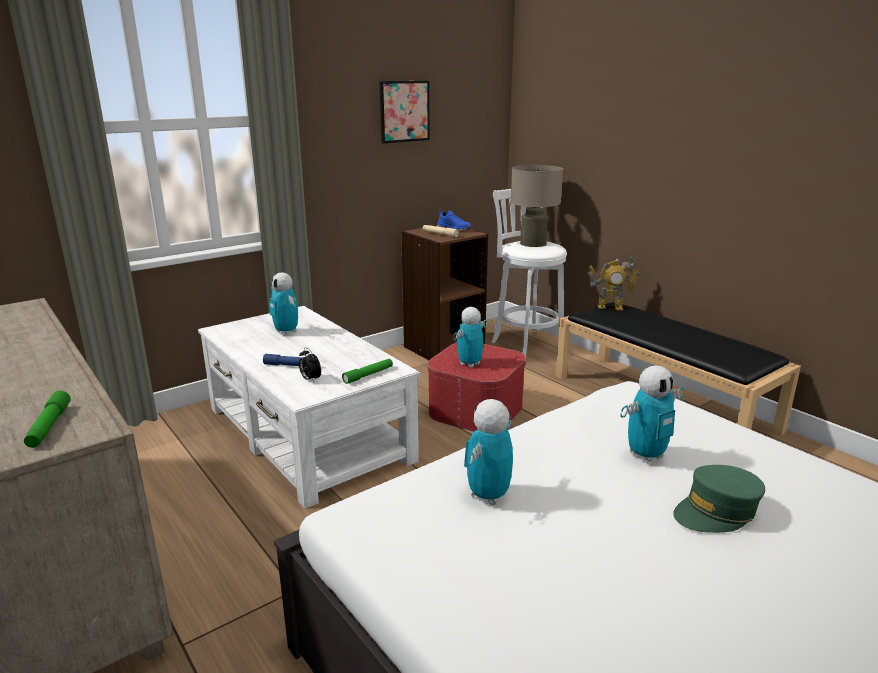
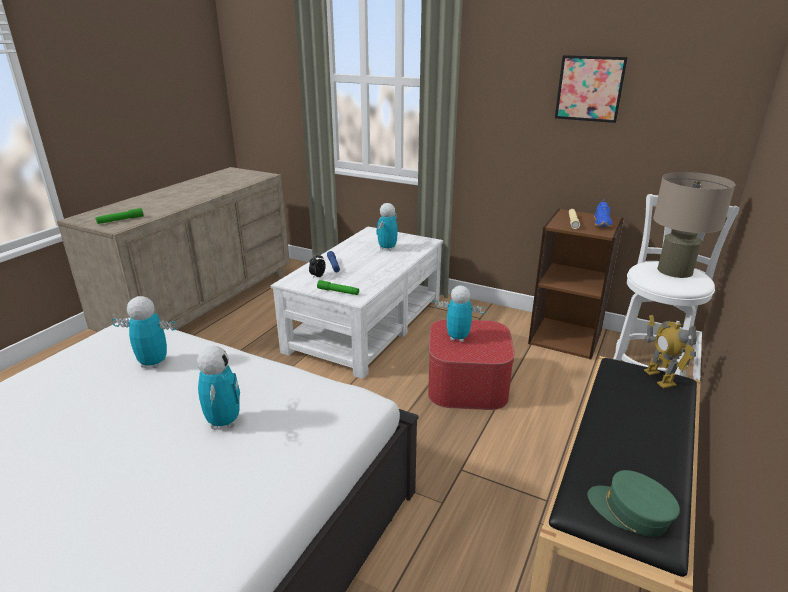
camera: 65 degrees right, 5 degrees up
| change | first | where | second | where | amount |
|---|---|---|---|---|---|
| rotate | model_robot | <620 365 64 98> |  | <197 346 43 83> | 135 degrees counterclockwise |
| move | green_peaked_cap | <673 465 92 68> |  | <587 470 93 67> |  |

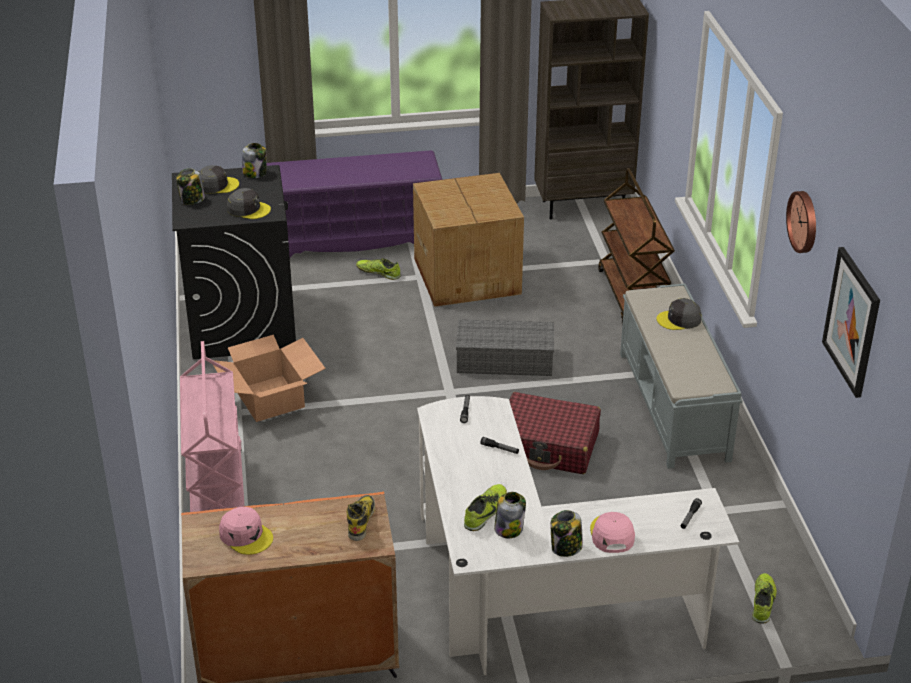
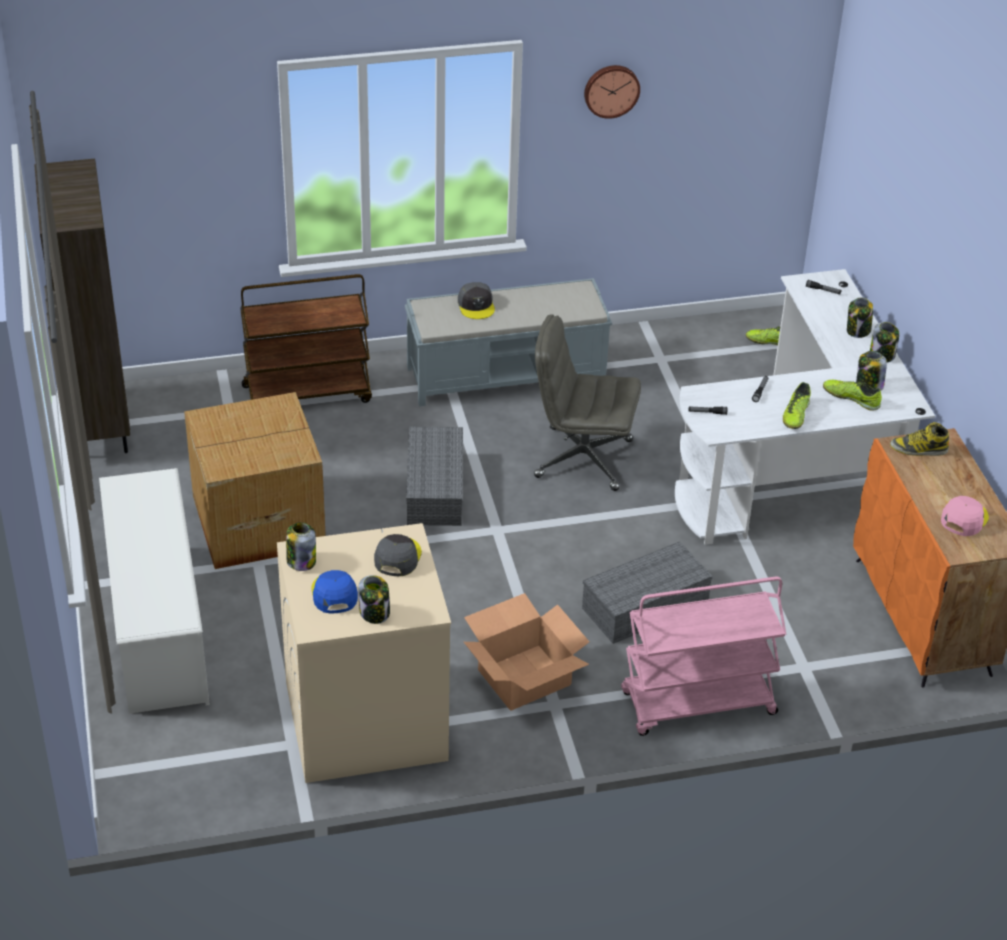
camera: 95 degrees left, 5 degrees up
| change | first | where | second | where | amount |
|---|---|---|---|---|---|
| recolor | purple-coloured_shoe_rack | <266 150 176 108> | whitish_shoe_rack | <99 468 111 246> |  |
| recolor | black_laundry_machine | <172 165 124 194> | sand-coloured_laundry_machine | <277 523 174 260> |  |
| recolor | greyish_peaked_cap | <199 165 40 29> | blue-coloured_peaked_cap | <311 570 47 43> |  |
| replace | red_travel_case | <509 392 92 82> | greyish_computer_chair | <534 314 107 177> |  |
| insert |  |  | greyish_storage_container | <582 541 131 103> |  |
| move | shoe | <356 258 45 22> |  | <783 382 28 47> |  |
| replace | pink-coloured_peaked_cap | <590 512 45 41> | storage_jar | <847 297 26 41> |  |
| delete | wall_art | <822 247 58 151> |  |  |  |

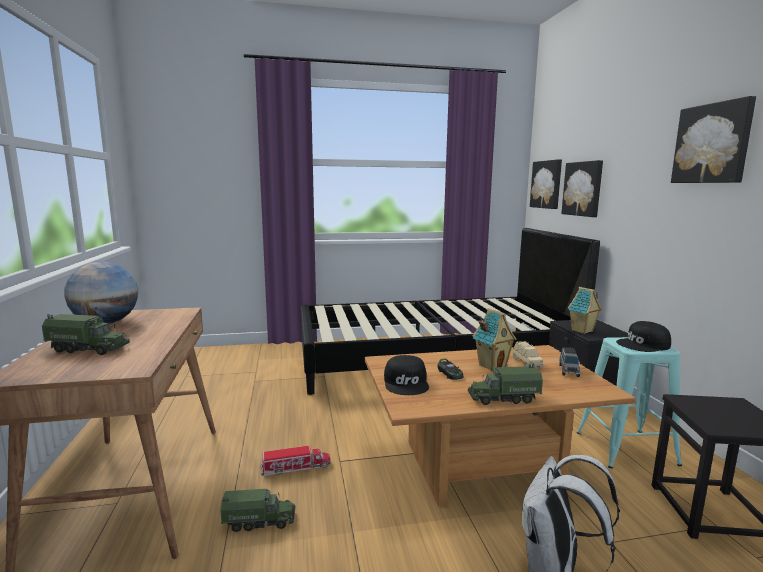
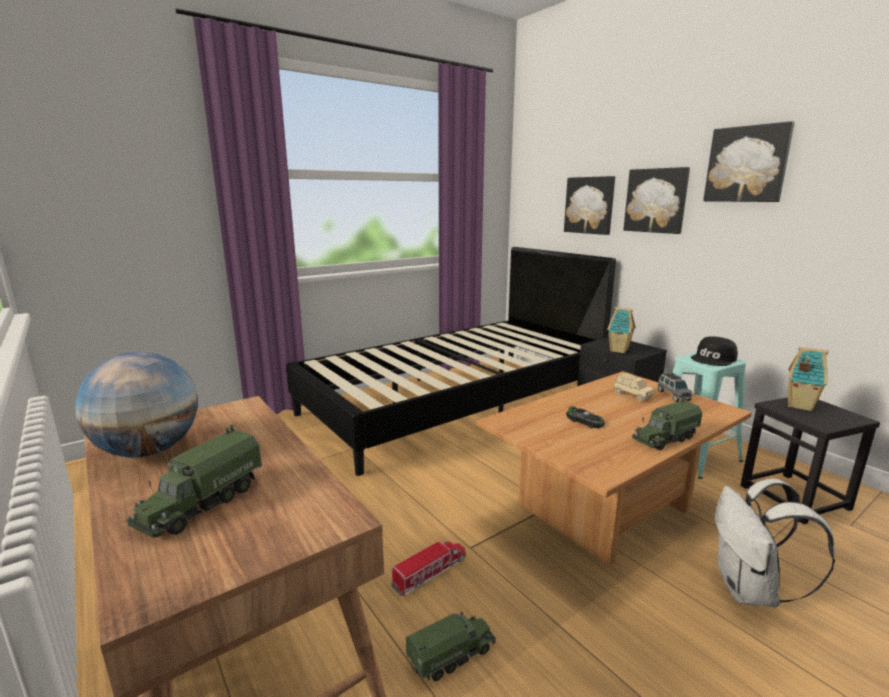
camera: 25 degrees left, 5 degrees up
| change | first | where | second | where | amount |
|---|---|---|---|---|---|
| rotate | model_truck | <42 314 88 41> |  | <127 424 136 114> | 135 degrees clockwise |
| move | wall_art | <530 159 32 50> |  | <623 167 67 67> |  |
| move | toy_house | <472 308 45 63> |  | <788 347 41 64> |  |
| delete | black_peaked_cap | <384 355 45 40> |  |  |  |

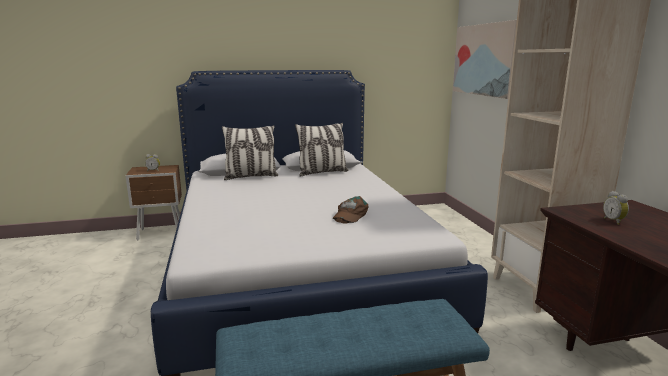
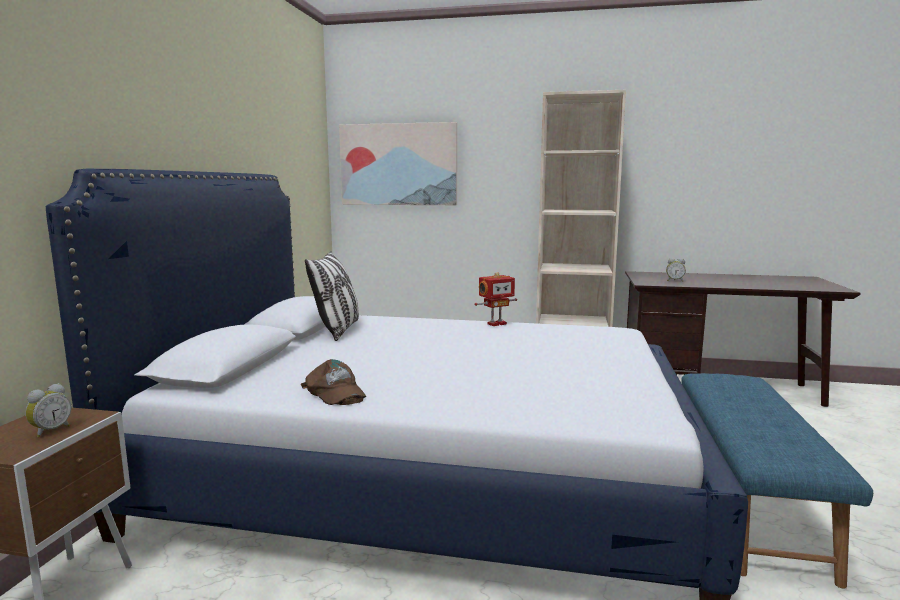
camera: 65 degrees left, 5 degrees down
| change | first | where | second | where | amount |
|---|---|---|---|---|---|
| move | brown-coloured_peaked_cap | <333 196 36 28> |  | <301 359 65 46> |  |
| insert |  |  | model_robot | <474 272 43 54> |  |
| delete | pillow | <222 125 56 55> |  |  |  |

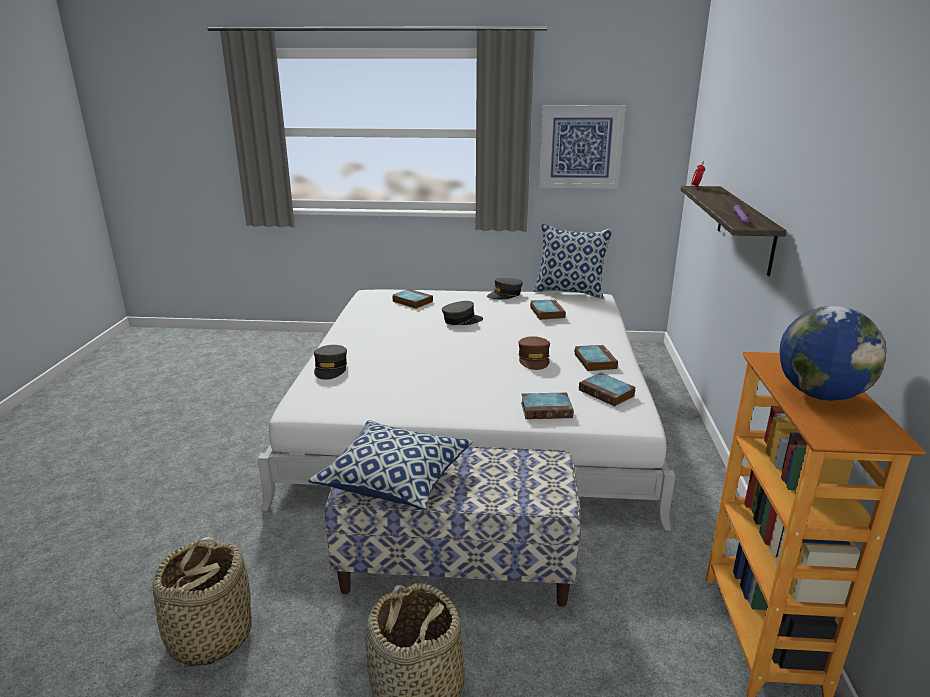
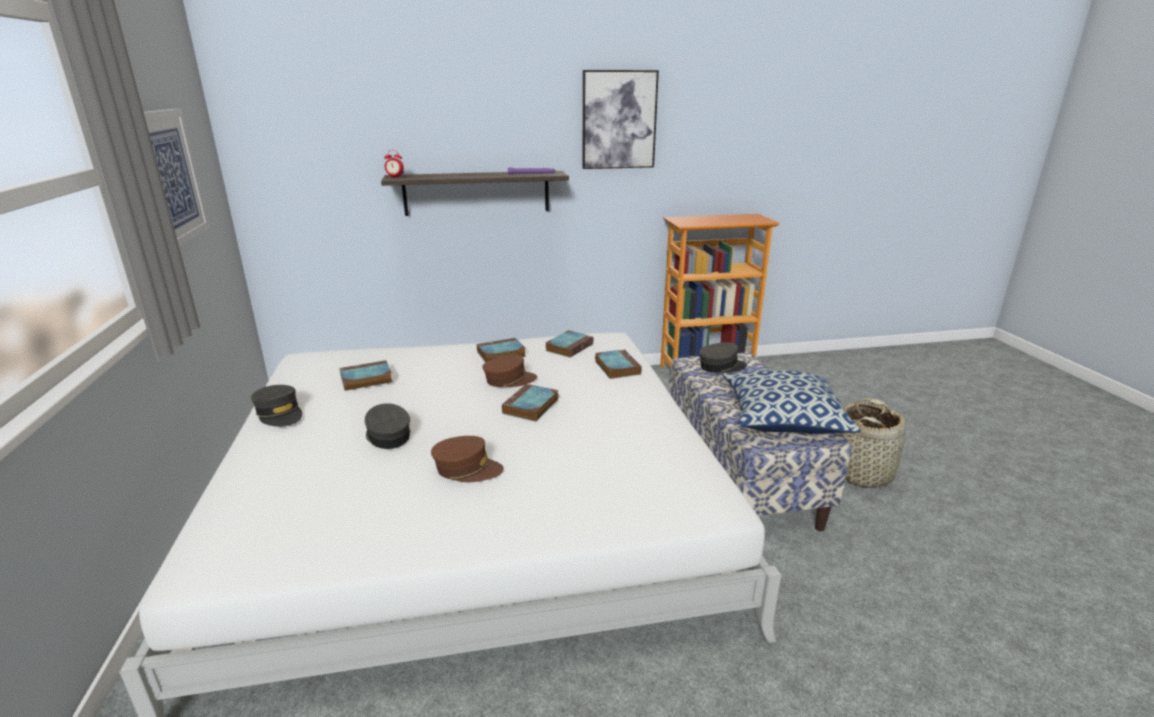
camera: 105 degrees left, 0 degrees up
| change | first | where | second | where | amount |
|---|---|---|---|---|---|
| insert |  |  | brown-coloured_peaked_cap | <431 436 73 46> |  |
| move | bound_book | <392 289 41 20> |  | <502 384 56 38> |  |
| insert |  |  | wall_art | <582 70 77 99> |  |
| move | greyish_peaked_cap | <314 345 33 35> |  | <699 342 48 31> |  |
| delete | storage_basket | <153 537 99 132> |  |  |  |
| delete | pillow | <534 223 79 76> |  |  |  |
| delete | desk_globe | <779 306 108 95> |  |  |  |

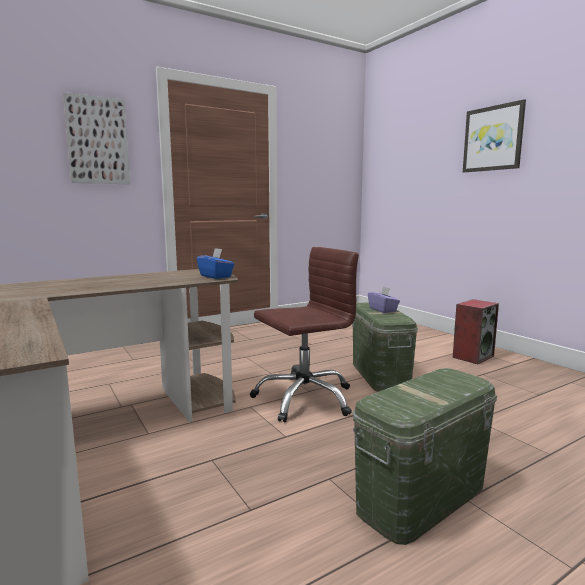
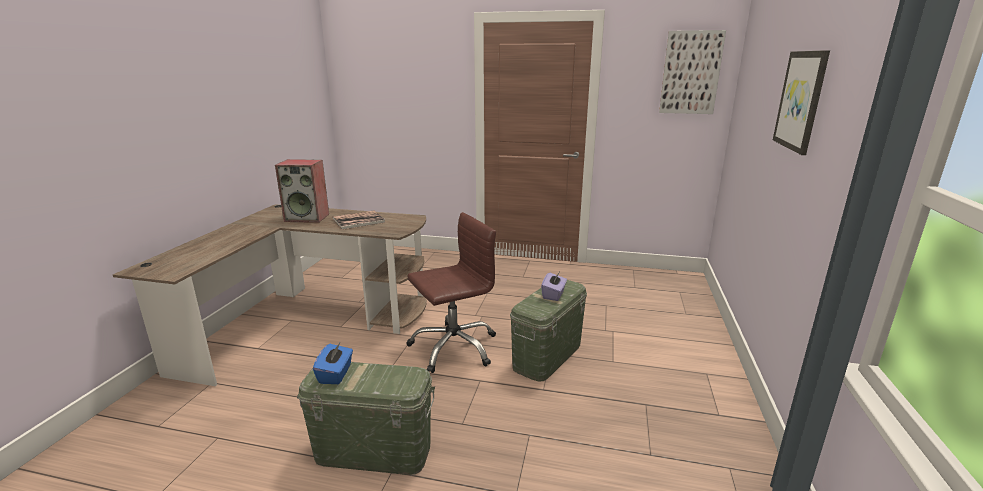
camera: 45 degrees right, 10 degrees up
| change | first | where | second | where | amount |
|---|---|---|---|---|---|
| move | audio_speaker | <453 299 46 65> |  | <275 159 54 64> |  |
| move | blue-coloured_tissue_holder | <197 248 37 31> |  | <313 343 40 41> |  |
| insert |  |  | bound_book | <333 211 53 19> |  |
| rotate | brown-coloured_computer_chair | <250 247 109 175> |  | <406 212 90 161> | 45 degrees counterclockwise |
| move | wall_art | <63 92 67 92> |  | <659 30 67 84> |  |

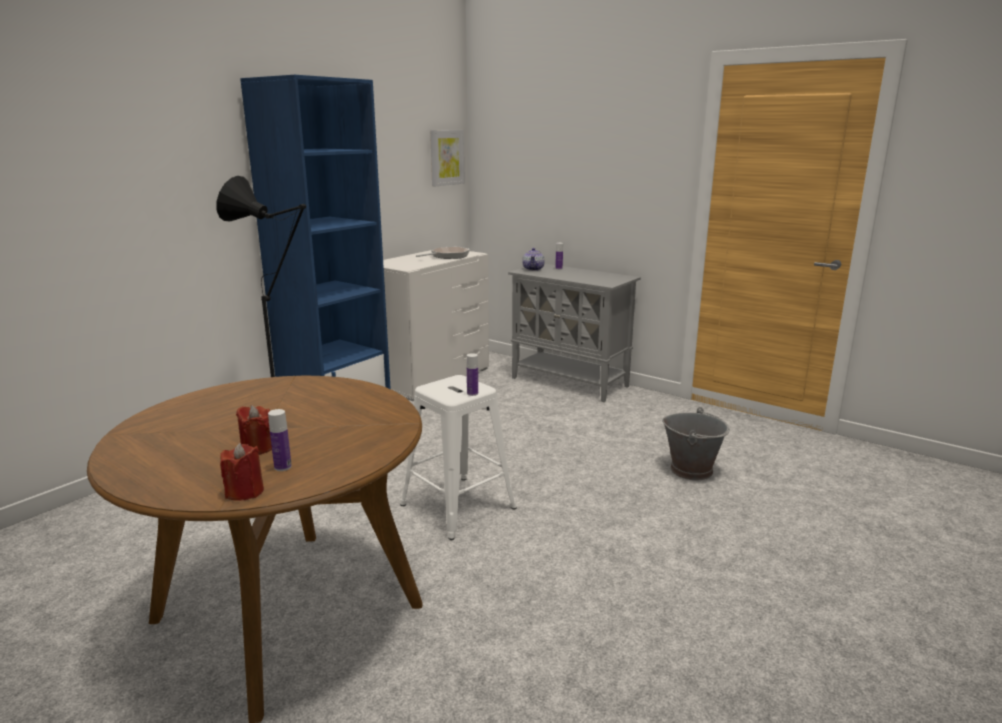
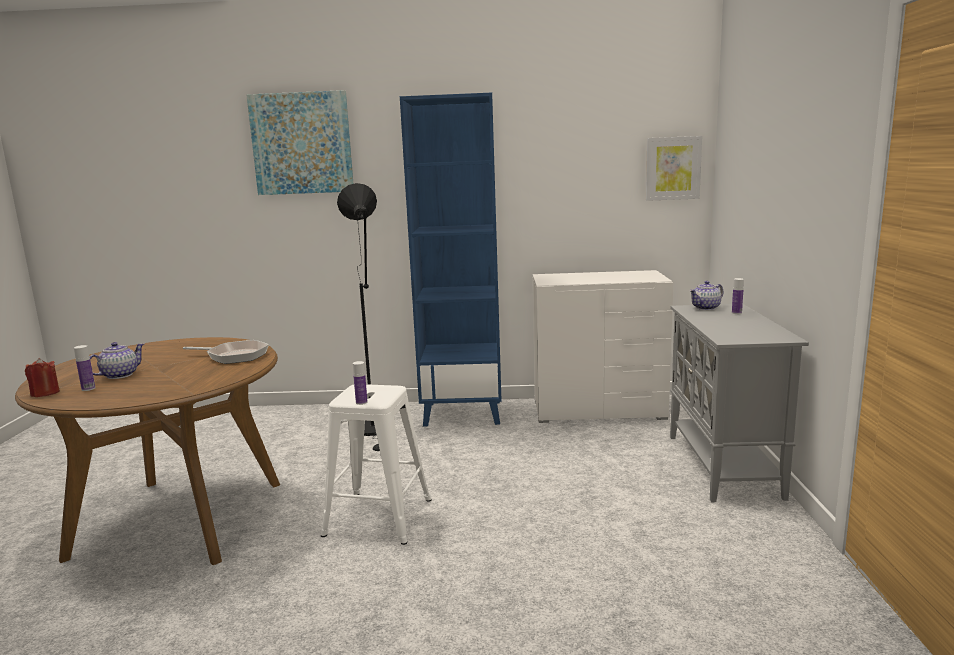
camera: 55 degrees right, 5 degrees down
| change | first | where | second | where | amount |
|---|---|---|---|---|---|
| replace | red_candle | <236 405 36 50> | tea_pot | <90 342 54 37> |  |
| move | frying_pan | <416 247 54 12> |  | <183 340 86 24> |  |
| insert |  |  | wall_art | <246 90 107 105> |  |
| delete | greyish_pail | <662 407 68 73> |  |  |  |

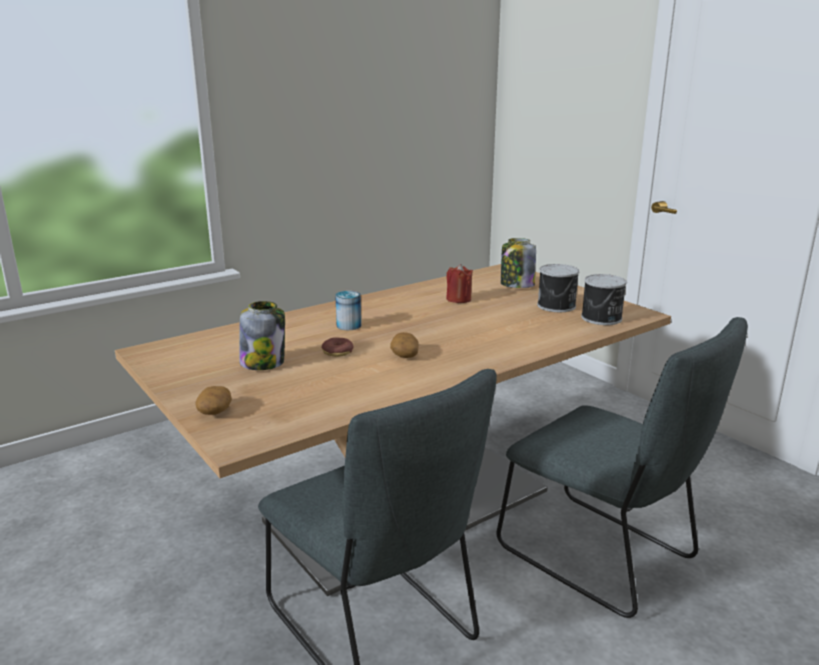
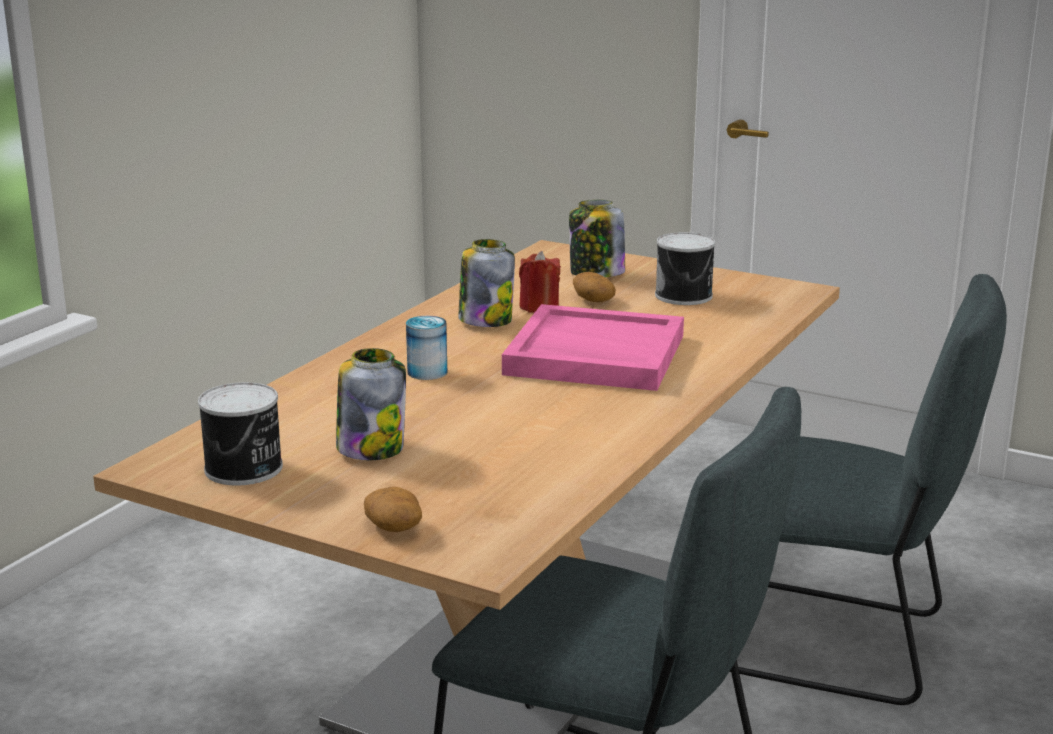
camera: 25 degrees left, 0 degrees up
| change | first | where | second | where | amount |
|---|---|---|---|---|---|
| move | metal_can | <581 274 45 51> |  | <198 382 85 104> |  |
| insert |  |  | storage_jar | <459 239 56 88> |  |
| insert |  |  | pink-coloured_tray | <502 304 182 87> |  |
| move | potato | <390 332 29 26> |  | <573 272 43 30> |  |
| delete | ring_doughnut | <321 337 33 20> |  |  |  |

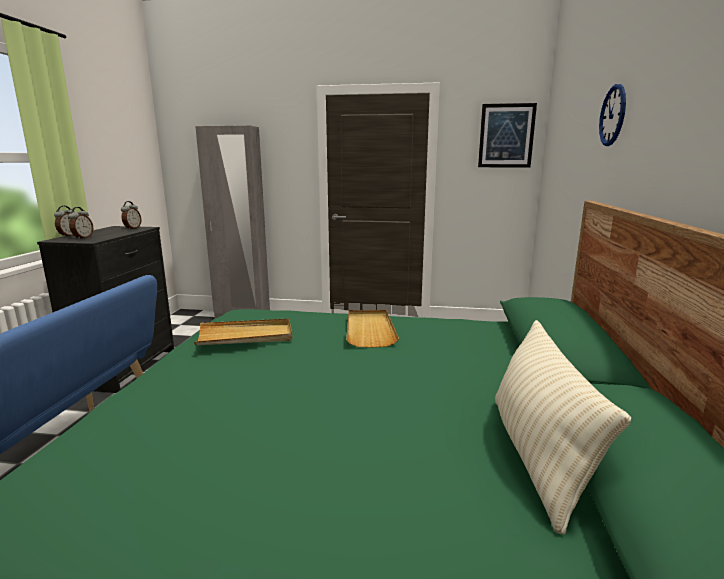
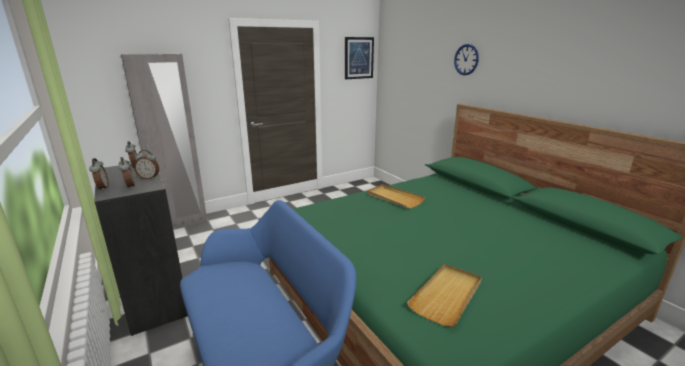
camera: 40 degrees left, 5 degrees up
| change | first | where | second | where | amount |
|---|---|---|---|---|---|
| insert |  |  | bedside_clock | <134 150 25 29> |  |
| move | sand-coloured_tray | <194 318 98 27> |  | <407 264 75 63> |  |
| delete | sand-coloured_pillow | <495 320 136 214> |  |  |  |

